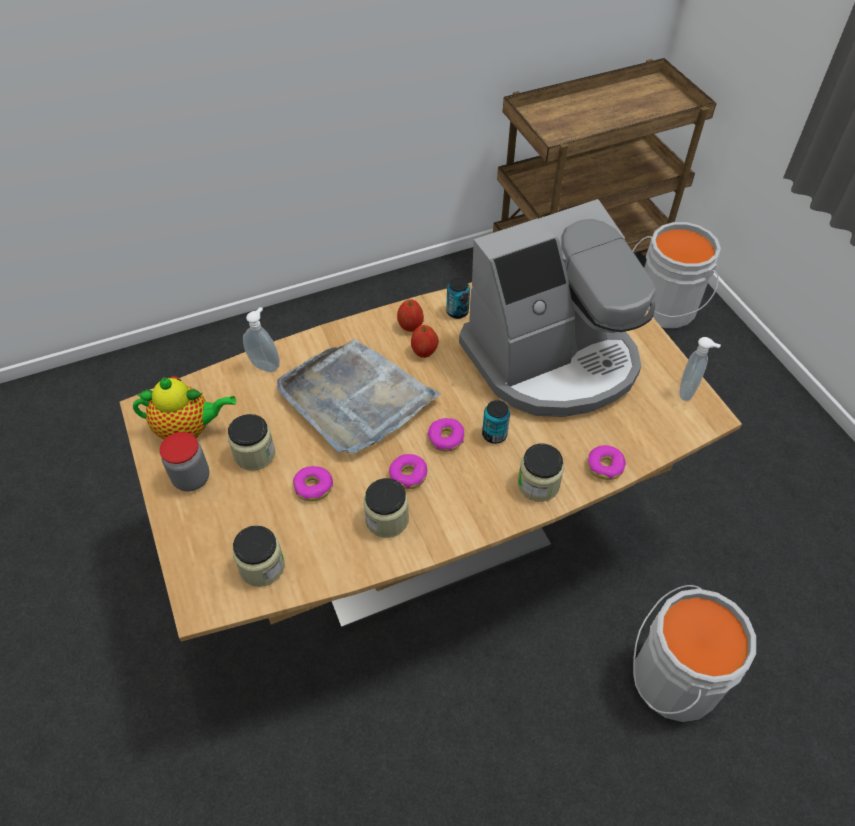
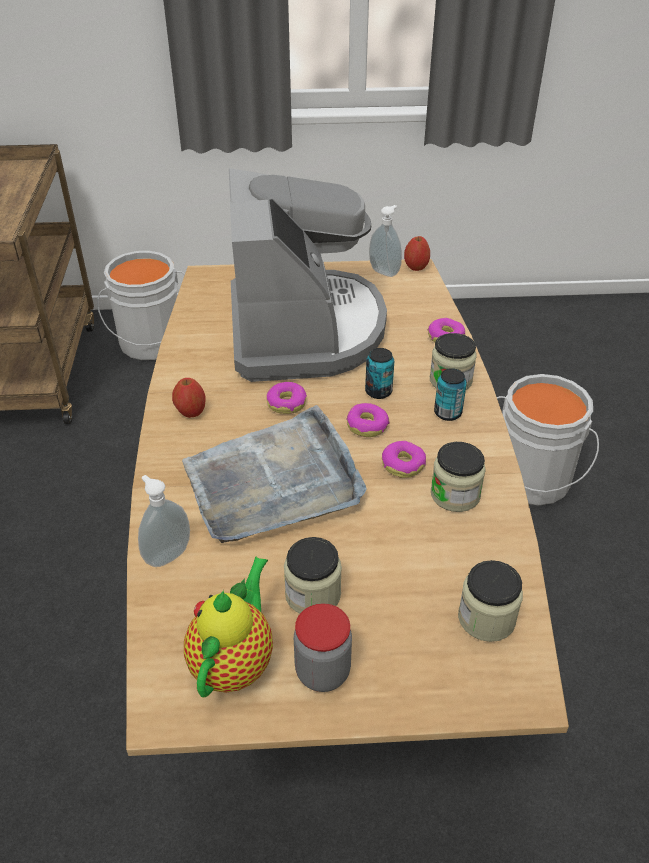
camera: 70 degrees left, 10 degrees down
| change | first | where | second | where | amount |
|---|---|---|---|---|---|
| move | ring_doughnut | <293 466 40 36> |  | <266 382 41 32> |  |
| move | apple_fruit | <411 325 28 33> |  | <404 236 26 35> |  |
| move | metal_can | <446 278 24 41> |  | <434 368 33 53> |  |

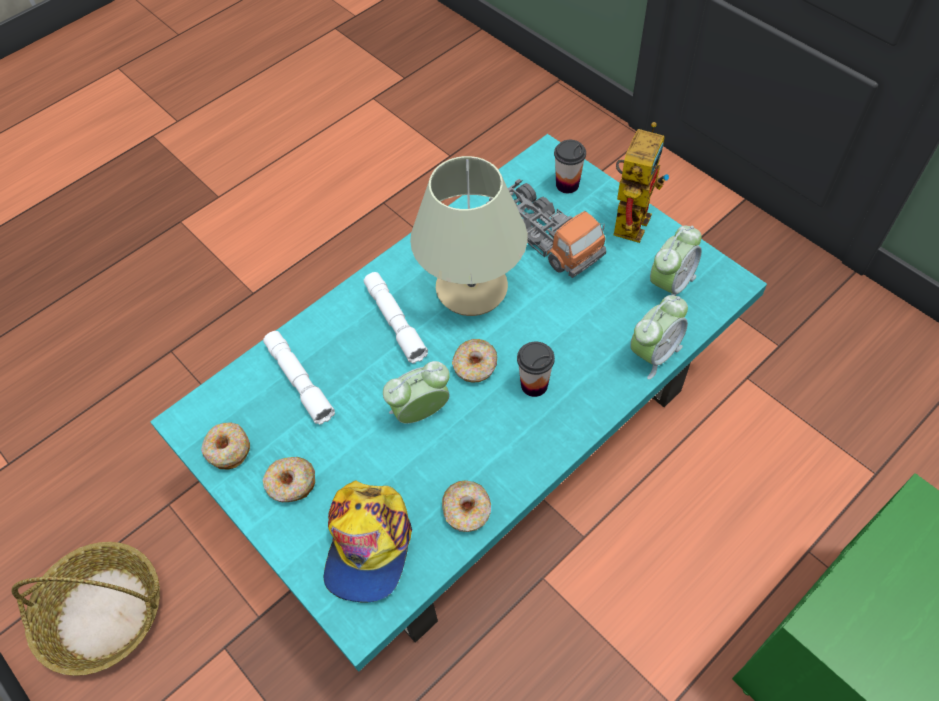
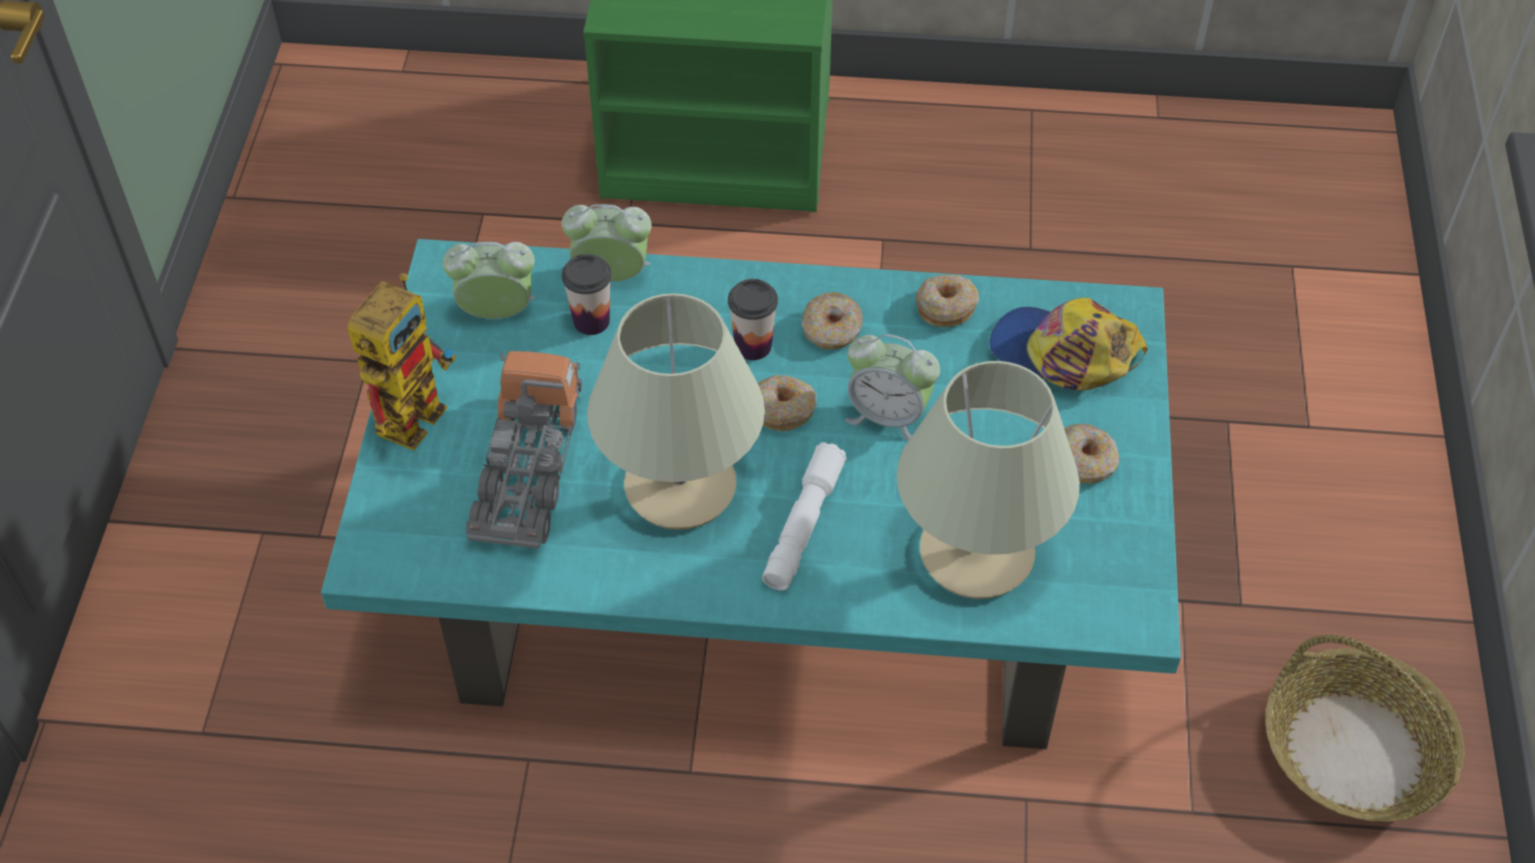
camera: 135 degrees left, 5 degrees down
| change | first | where | second | where | amount |
|---|---|---|---|---|---|
| rotate | model_robot | <613 122 57 121> |  | <348 273 109 178> | 135 degrees clockwise |
| move | cup | <554 140 32 54> |  | <562 254 50 81> |  |
| move | ring_doughnut | <201 422 49 48> |  | <802 292 61 57> |  |
| replace | whitish_hand_torch | <263 331 72 94> | sand-coloured_lamp_for_a_table | <897 361 183 238> |  |
| rotate | peaked_cap | <324 480 88 123> |  | <989 298 159 92> | 120 degrees counterclockwise |

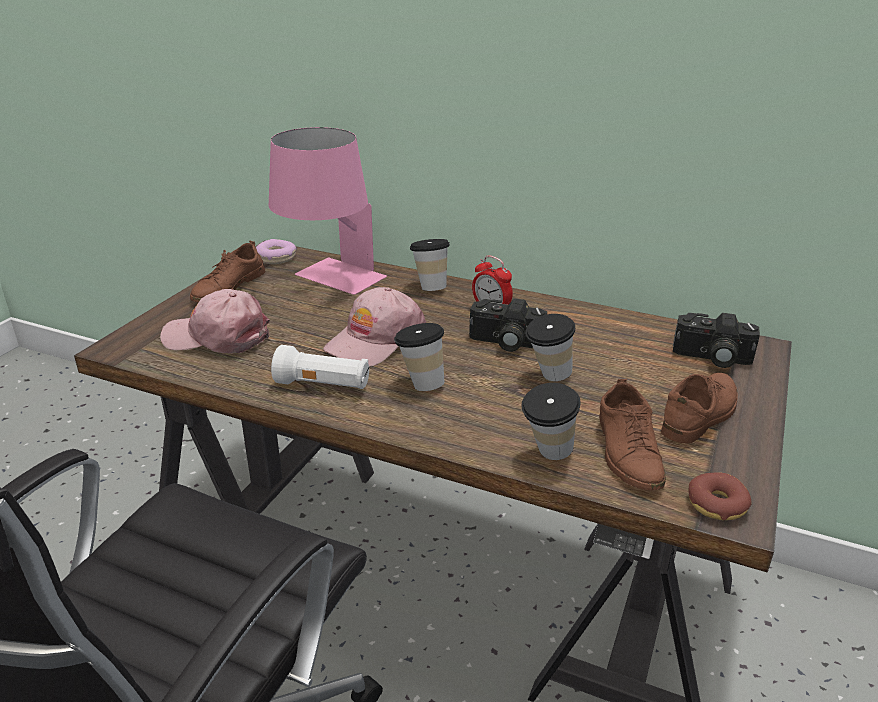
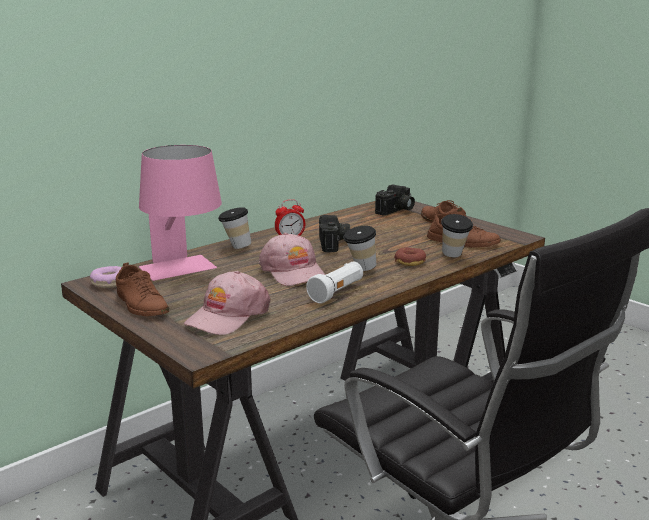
camera: 65 degrees left, 10 degrees down
| change | first | where | second | where | amount |
|---|---|---|---|---|---|
| rotate | photo_camera | <469 298 78 54> |  | <319 215 31 37> | 45 degrees counterclockwise |
| move | ring_doughnut | <688 472 64 48> |  | <394 247 32 19> |  |
| delete | cup | <525 314 50 67> |  |  |  |

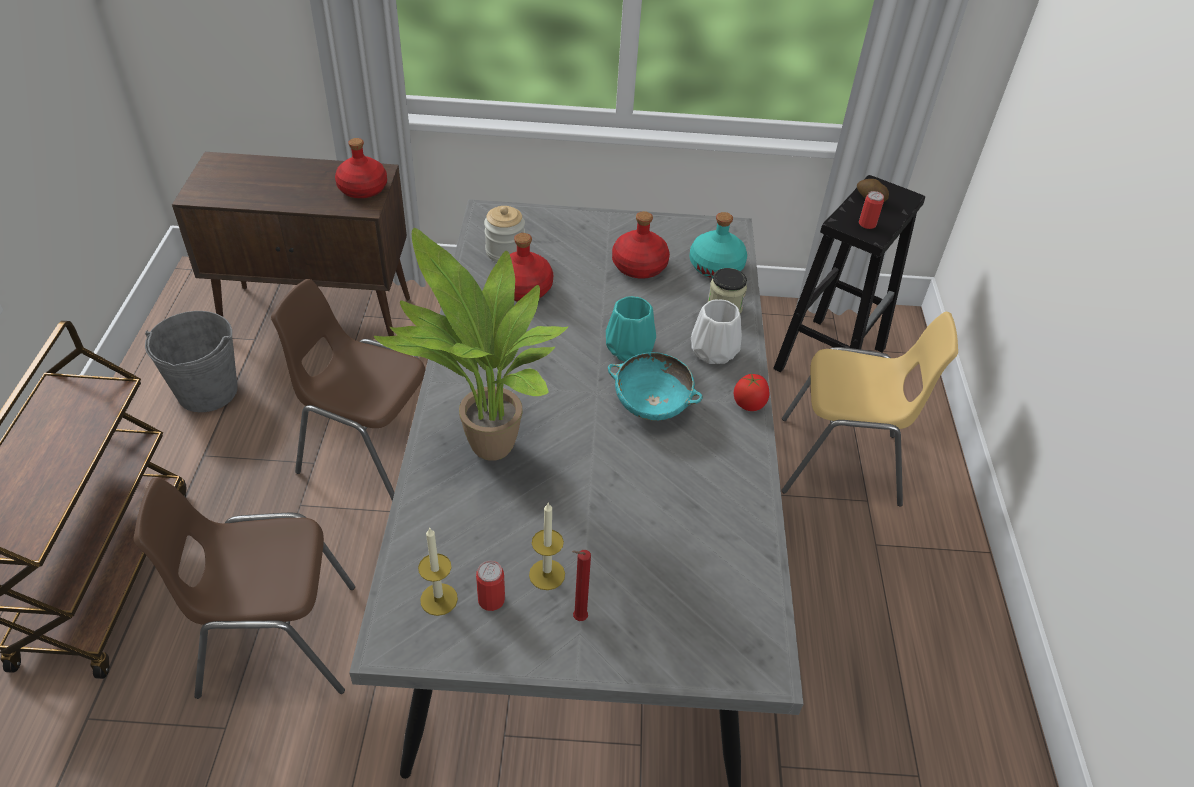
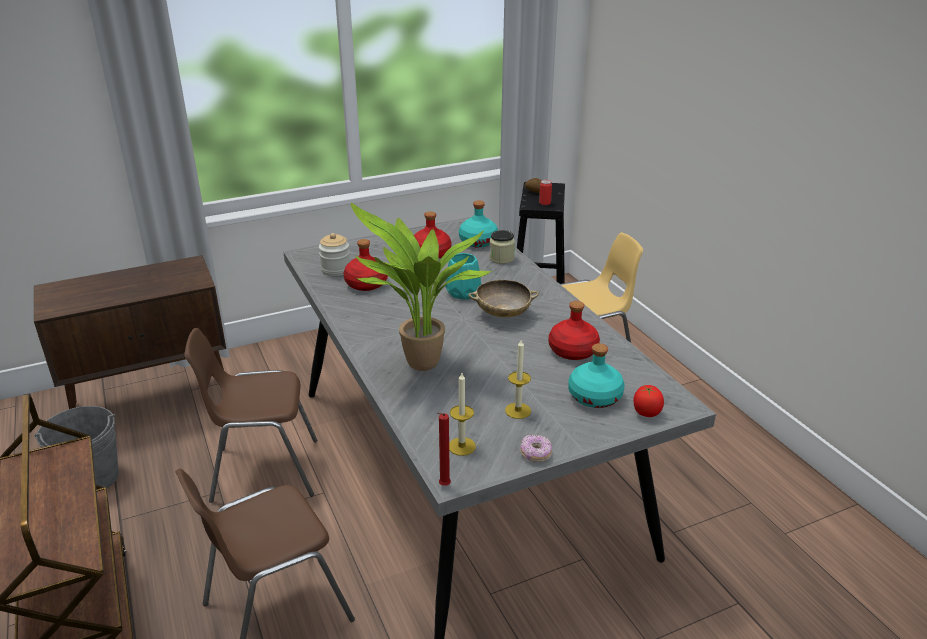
camera: 25 degrees left, 15 degrees down
| change | first | where | second | where | amount |
|---|---|---|---|---|---|
| move | red_candle | <572 550 19 71> |  | <437 413 14 73> |  |
| recolor | turquoise_bowl | <608 352 95 69> | sand-coloured_bowl | <468 280 71 37> |  |
| insert |  |  | ring_doughnut | <520 435 32 27> |  |
| move | red_beverage_bottle | <335 138 52 60> |  | <549 301 51 59> |  |
| insert |  |  | turquoise_beverage_bottle | <568 343 57 65> |  |
| move | tomato | <734 373 35 38> |  | <634 385 30 32> |  |
| delete | metal_can | <476 561 29 50> |  |  |  |
| delete | whitish_vase | <691 300 51 64> |  |  |  |

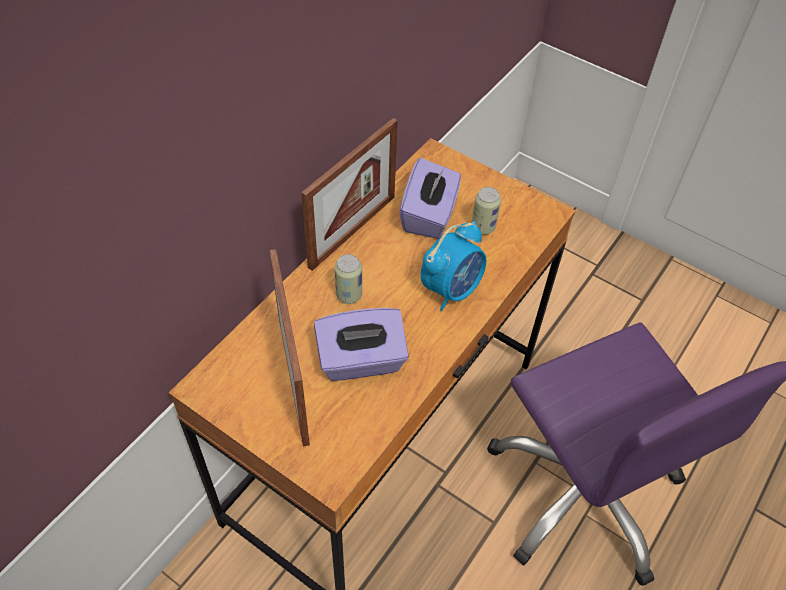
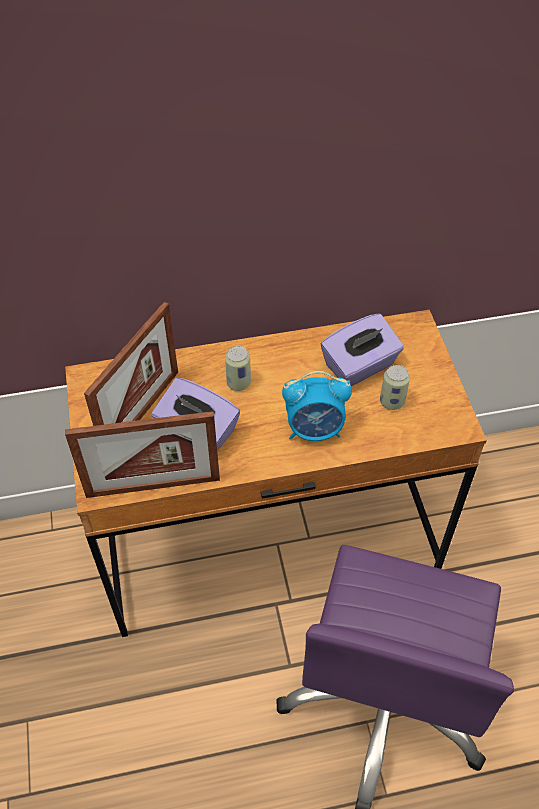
camera: 45 degrees right, 0 degrees up
| change | first | where | second | where | amount |
|---|---|---|---|---|---|
| move | standing_frame | <301 118 97 153> |  | <65 411 155 87> |  |

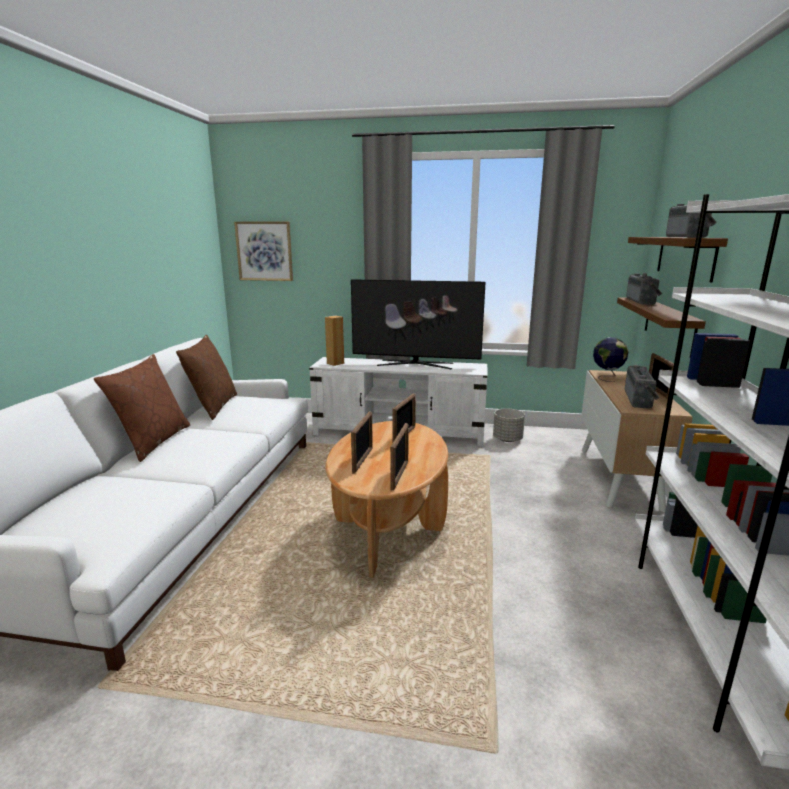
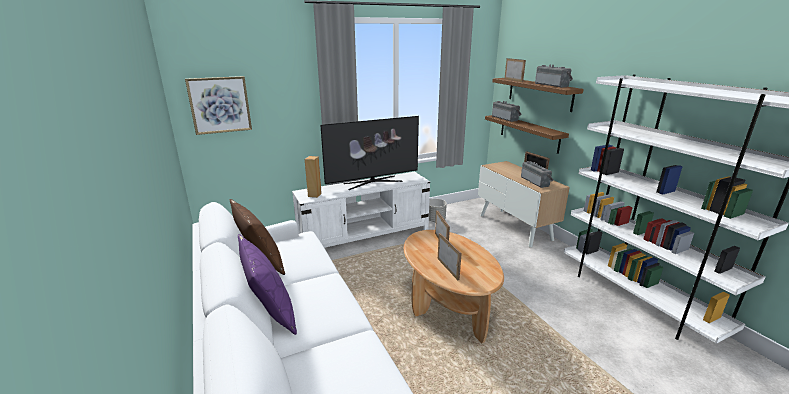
camera: 35 degrees left, 5 degrees up
| change | first | where | second | where | amount |
|---|---|---|---|---|---|
| recolor | brown-coloured_pillow | <94 354 97 108> | purple-coloured_pillow | <238 234 59 101> |  |
| move | standing_frame | <390 423 19 68> |  | <505 58 21 24> |  |
| delete | desk_globe | <593 337 35 45> |  |  |  |

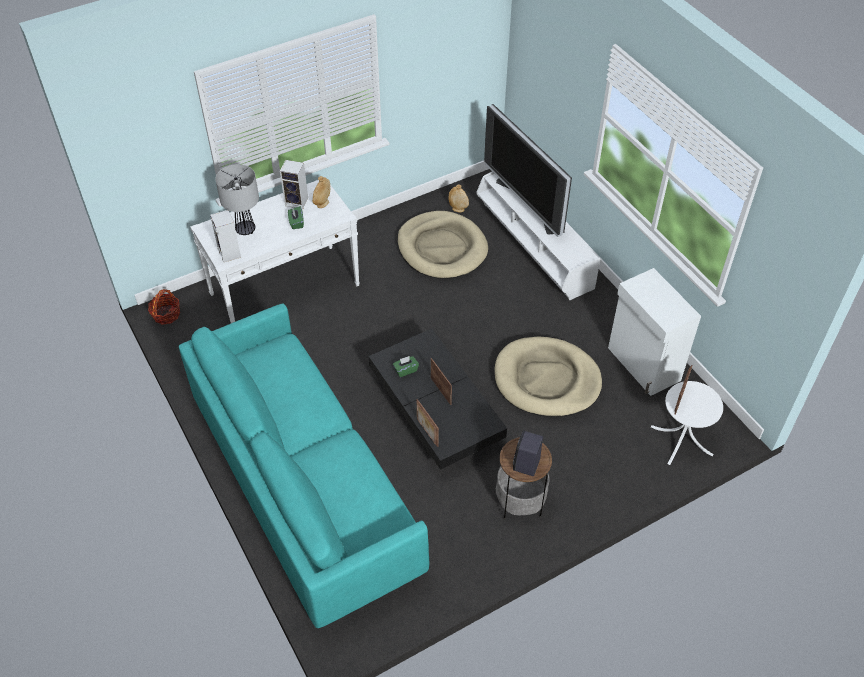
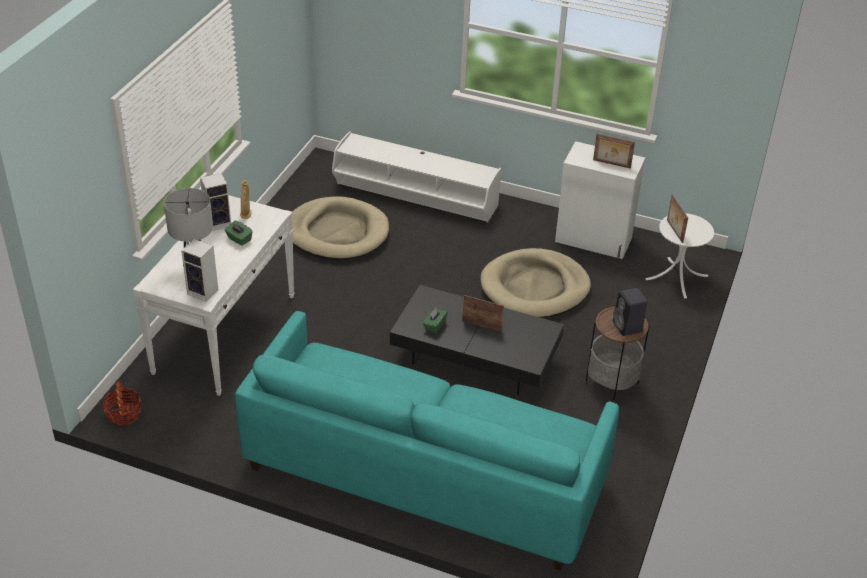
camera: 40 degrees left, 10 degrees down
| change | first | where | second | where | amount |
|---|---|---|---|---|---|
| move | standing_frame | <417 399 22 48> |  | <593 134 42 35> |  |
| delete | sand-coloured_vase | <448 185 21 28> |  |  |  |
| delete | television | <484 104 88 133> |  |  |  |

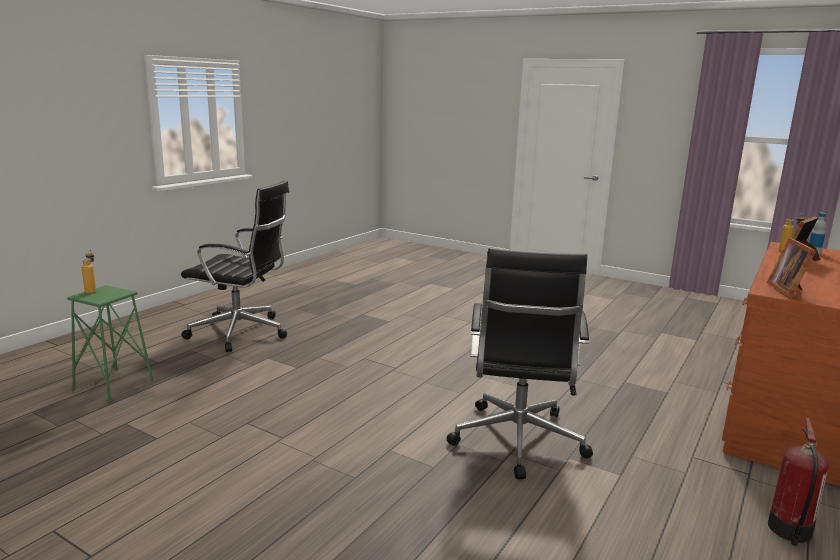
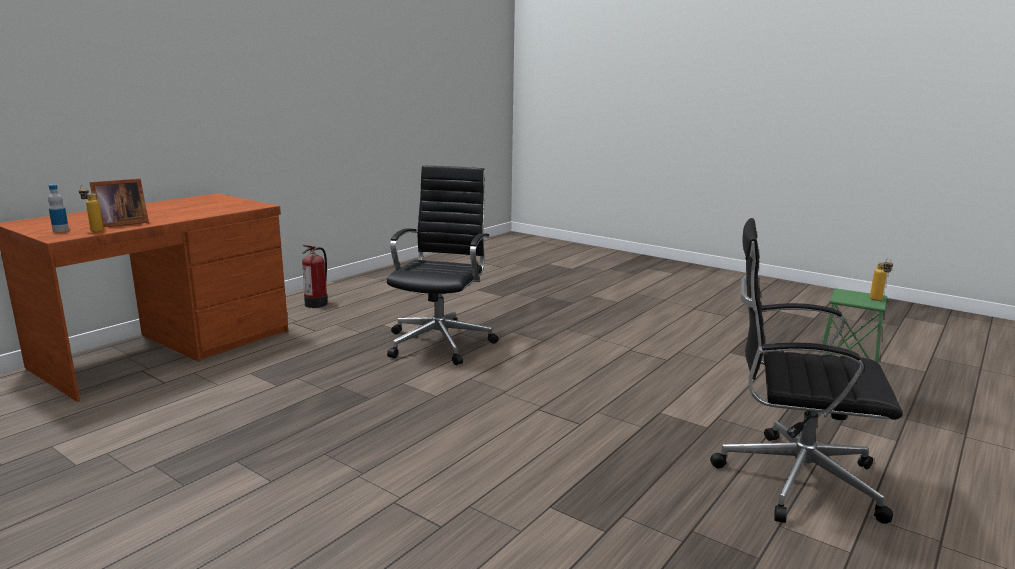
camera: 175 degrees left, 0 degrees up
| change | first | where | second | where | amount |
|---|---|---|---|---|---|
| delete | standing_frame | <767 238 49 61> |  |  |  |

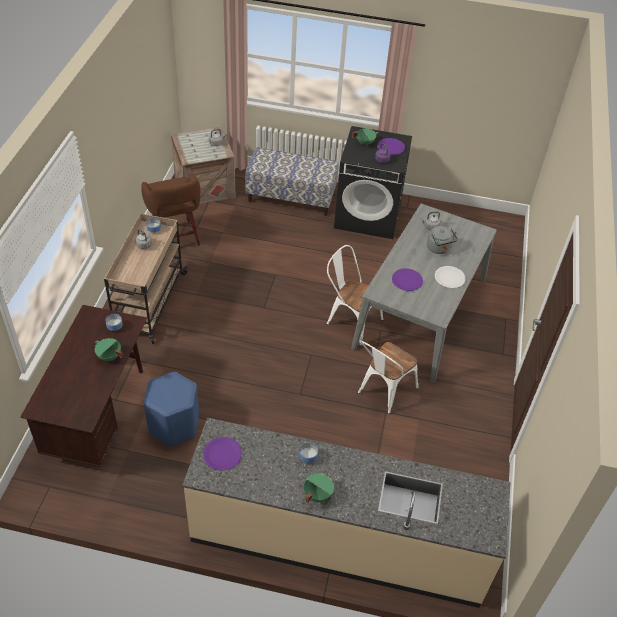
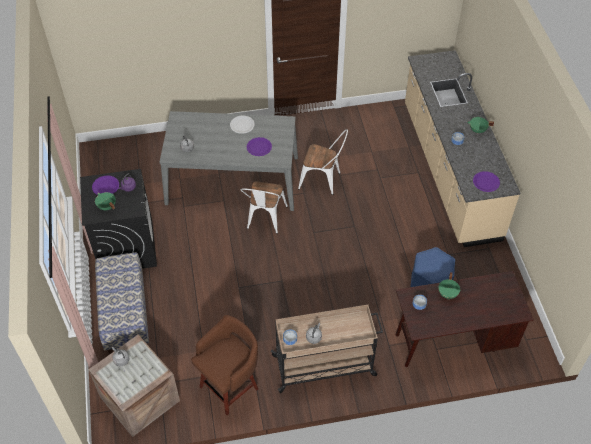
camera: 110 degrees left, 5 degrees up
| change | first | where | second | where | amount |
|---|---|---|---|---|---|
| delete | greyish_kettle | <427 226 31 28> |  |  |  |

